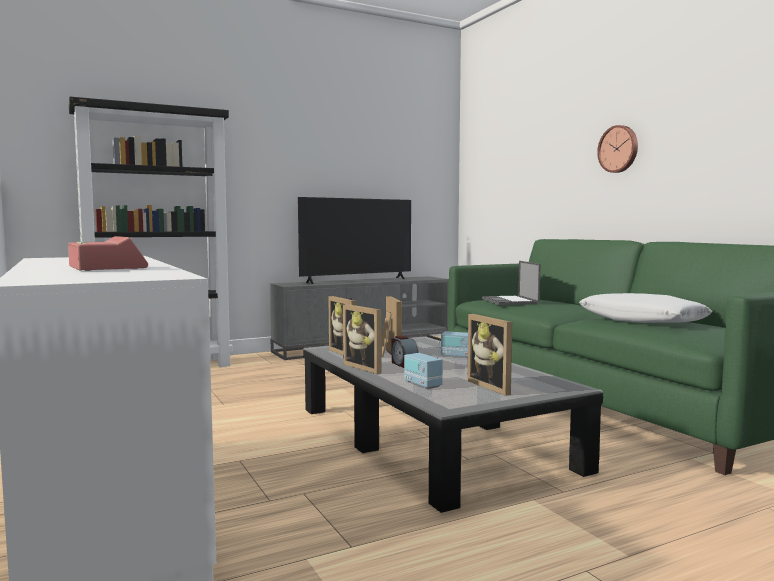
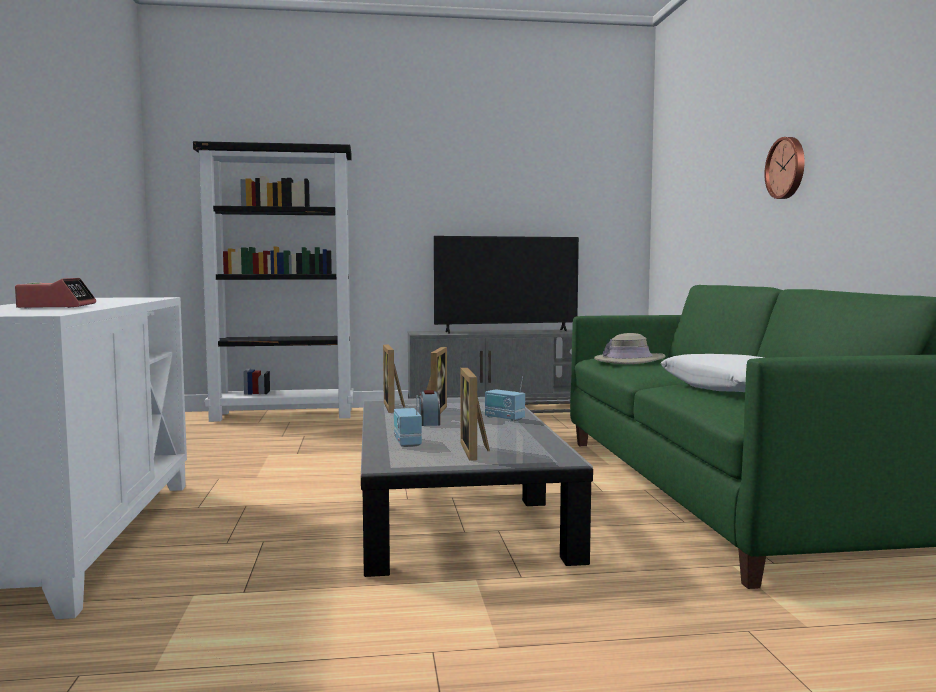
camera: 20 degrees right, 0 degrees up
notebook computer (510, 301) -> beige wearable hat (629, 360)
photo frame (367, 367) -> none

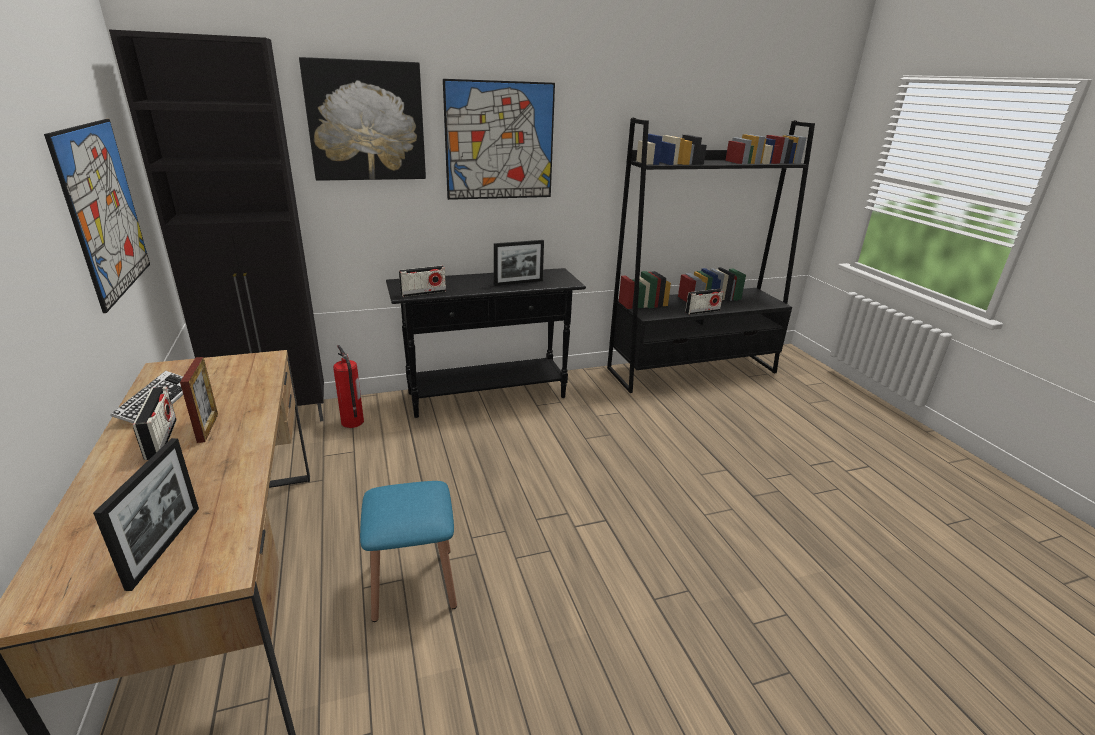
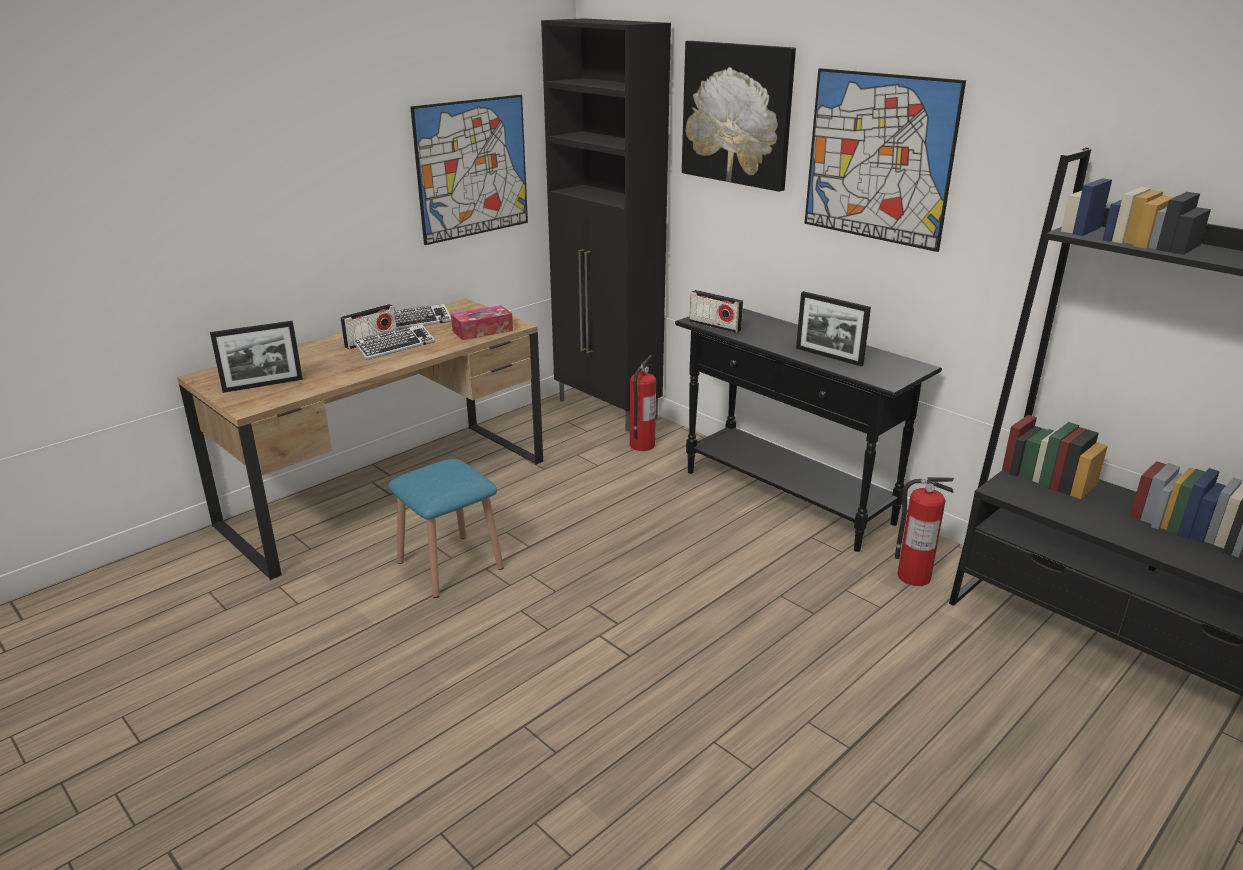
camera: 65 degrees right, 0 degrees up
photo frame (208, 428) -> keyboard (395, 347)
none -> tissue holder (482, 331)
none -> extinguisher (913, 576)
radio set (702, 311) -> none

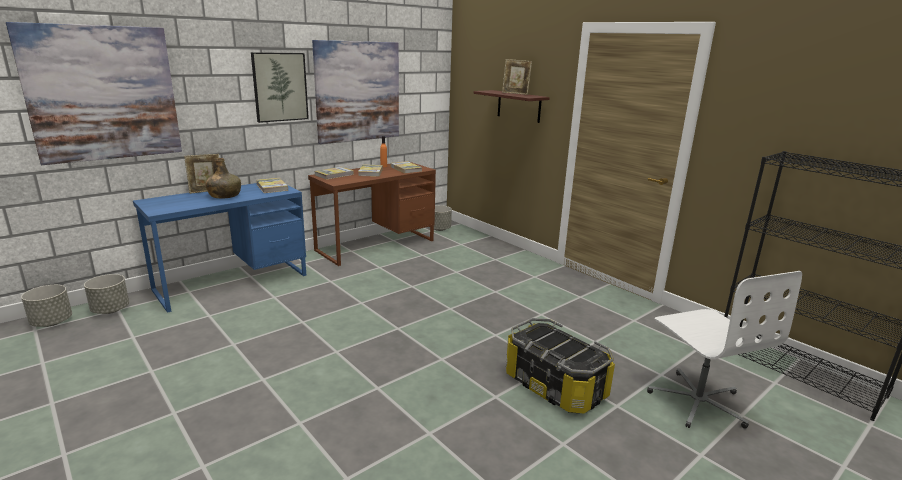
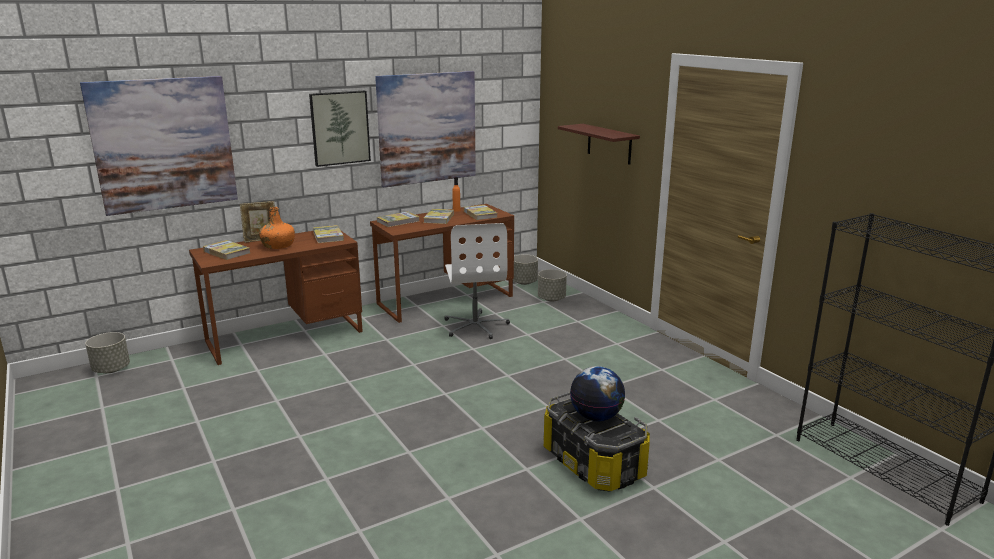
camera: 10 degrees right, 0 degrees up
blue-coloured desk table (232, 282) -> brown desk table (285, 336)
none -> volume (227, 252)
green drink bottle (225, 196) -> orange drink bottle (278, 246)
white-coloured office chair (698, 401) -> white-coloured office chair (475, 326), moved
gray flower pot (111, 310) -> gray flower pot (551, 299), moved
none -> desk globe (596, 417)
photo frame (515, 93) -> none

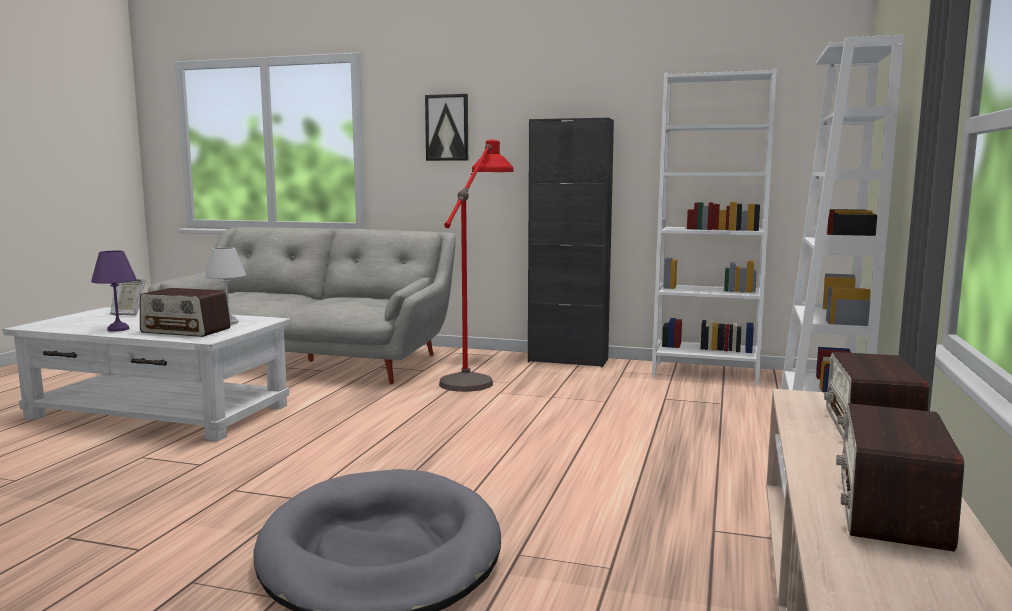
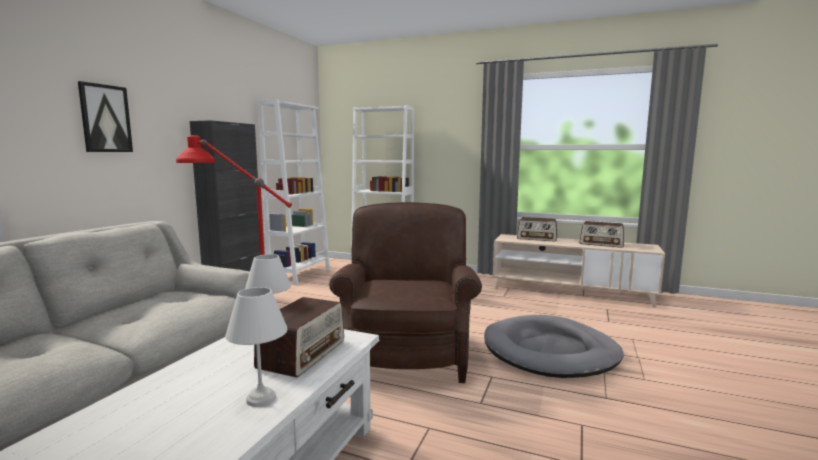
camera: 85 degrees left, 0 degrees up
purple-coloured lamp for a table (117, 329) -> white-coloured lamp for a table (260, 399)
none -> brown armchair (407, 352)
photo frame (128, 314) -> none

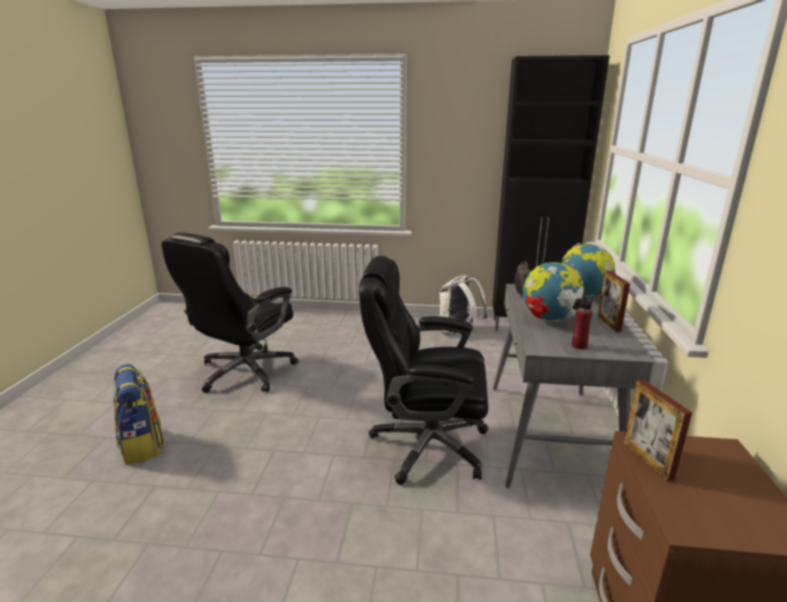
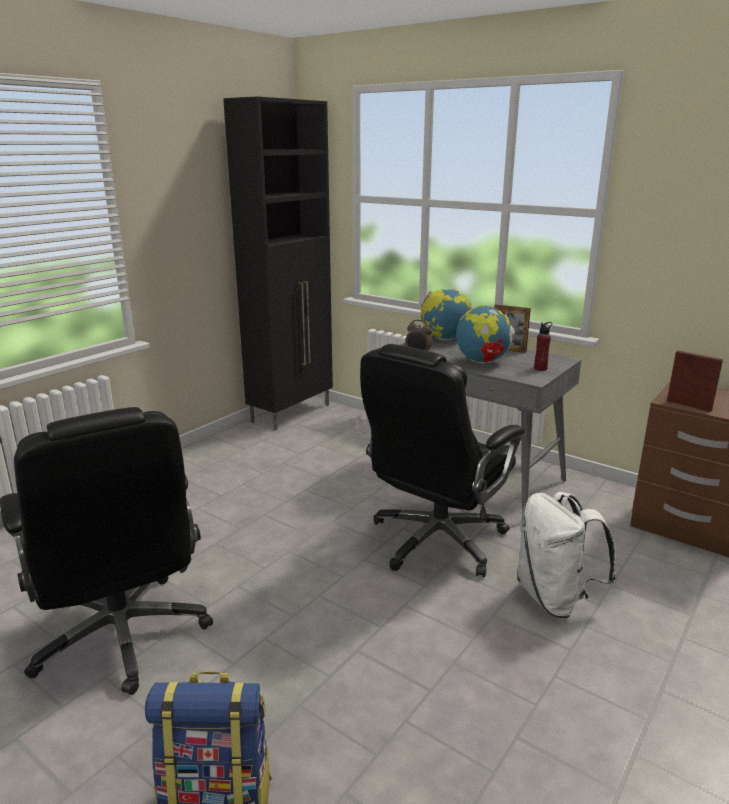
camera: 60 degrees left, 0 degrees up
white-coloured knapsack (458, 332) -> white-coloured knapsack (555, 598), moved
photo frame (647, 460) -> photo frame (688, 405), 150 degrees counterclockwise

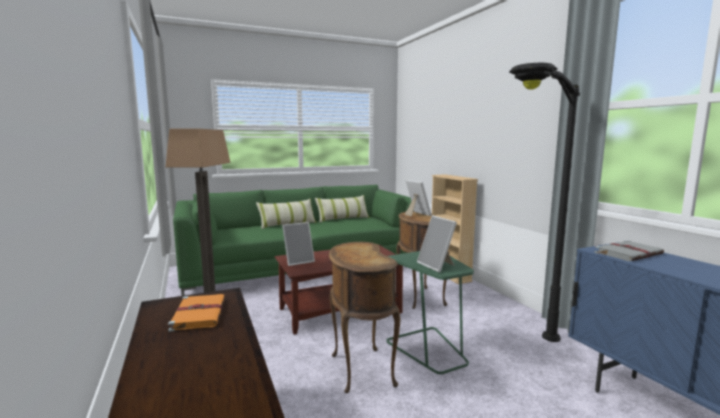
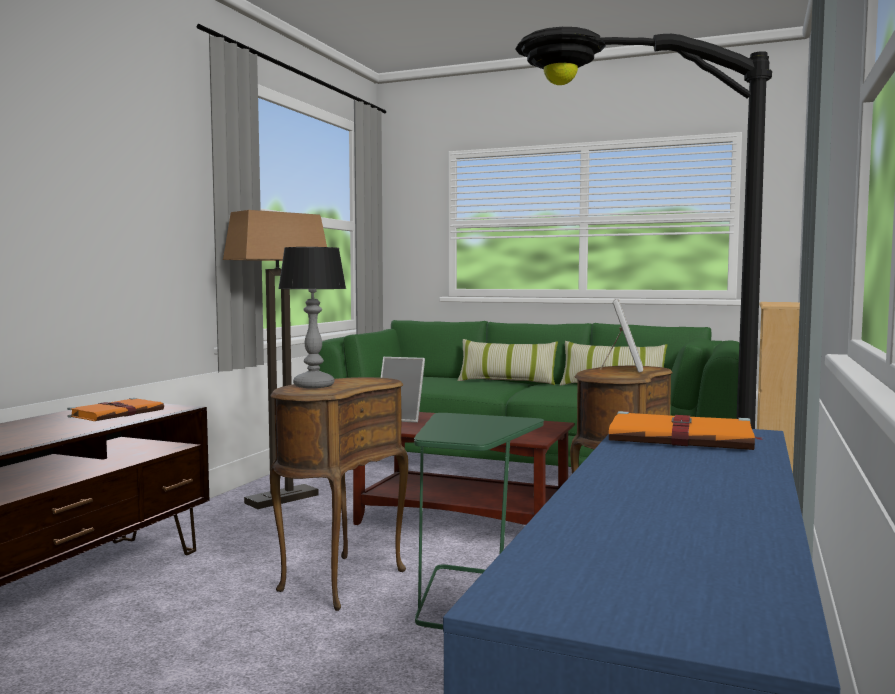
camera: 45 degrees right, 5 degrees down
none -> lamp for a table (313, 385)
gray volume (628, 253) -> orange volume (683, 438)
photo frame (437, 266) -> none

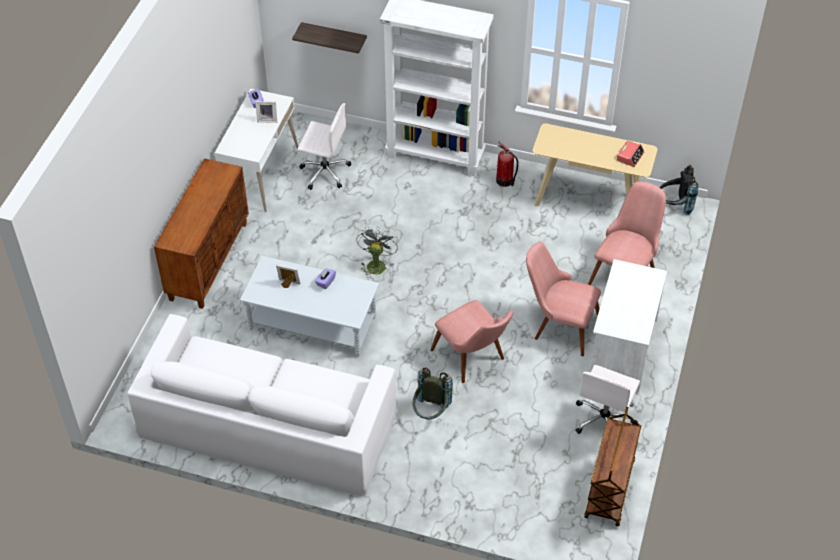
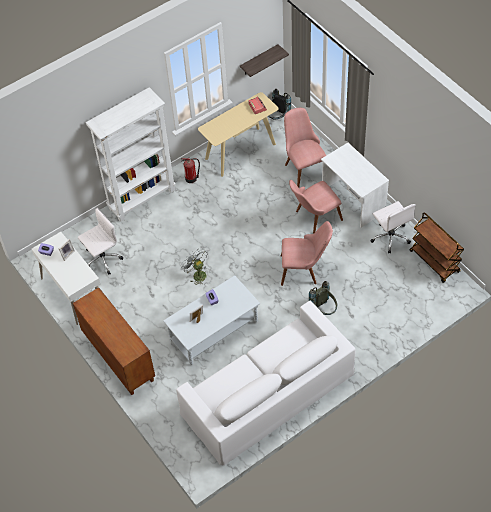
camera: 50 degrees left, 5 degrees up
bracket shelf (334, 37) -> bracket shelf (259, 60), moved

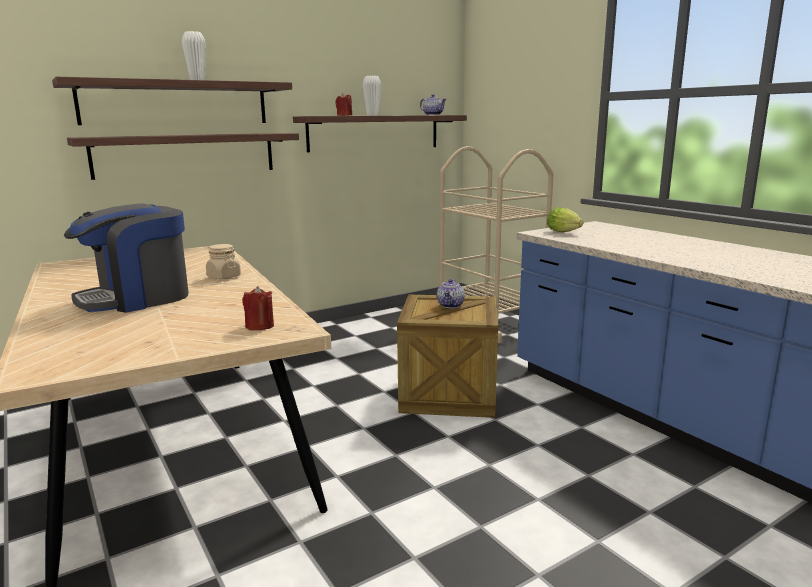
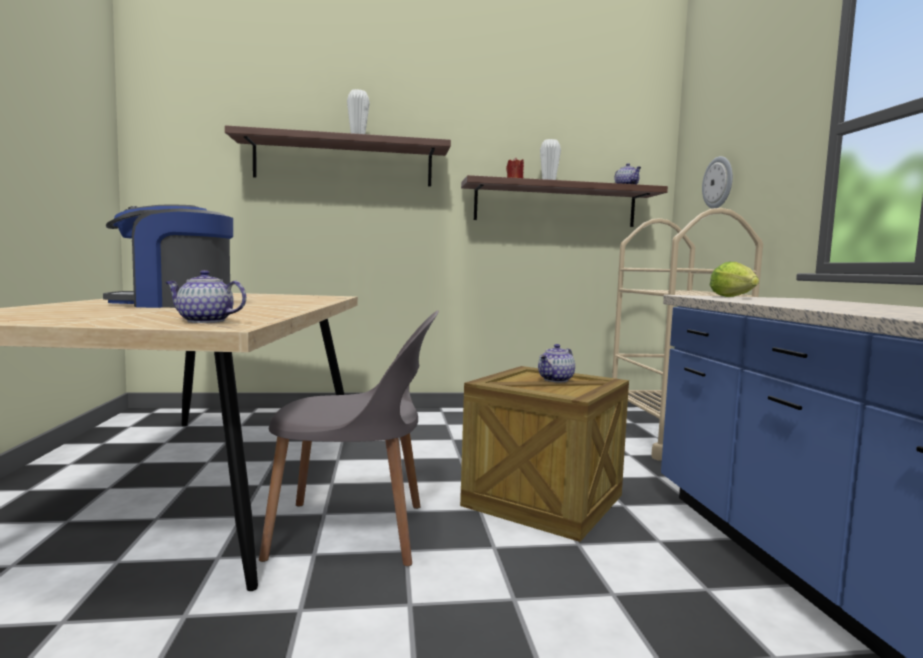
camera: 25 degrees right, 10 degrees down
red-coloured wax light (259, 326) -> pot for tea (204, 321)
none -> gray plain chair (354, 532)
none -> wall clock (718, 182)
bracket shelf (186, 154) -> none
beige preserve jar (223, 277) -> none

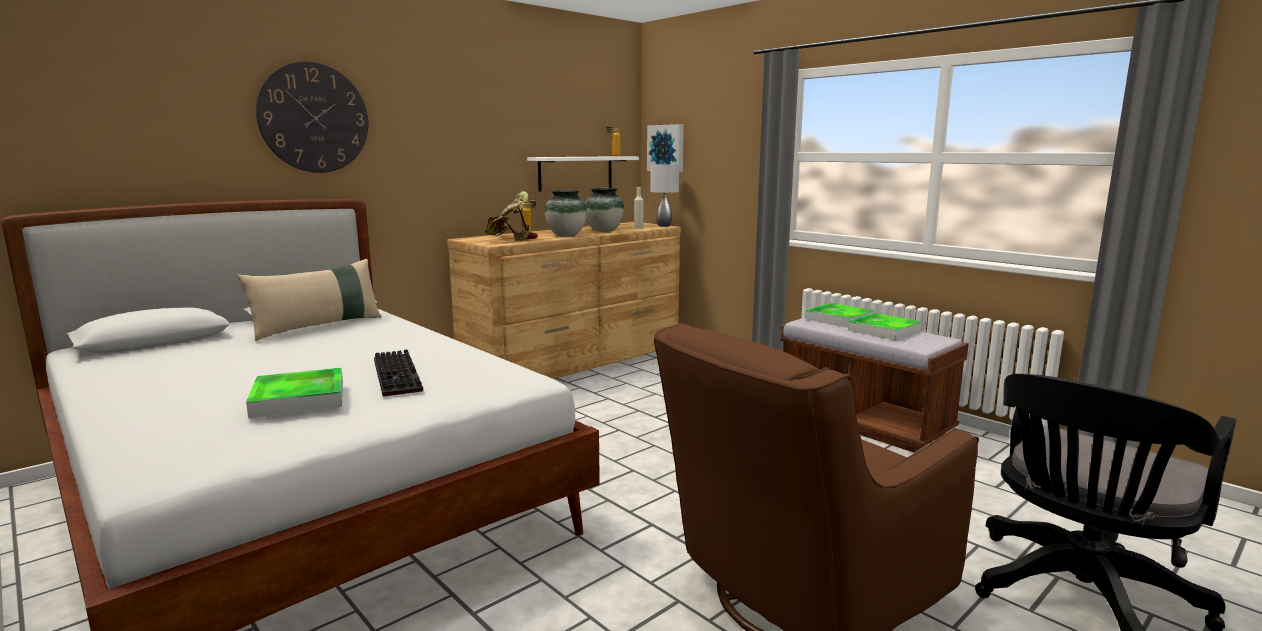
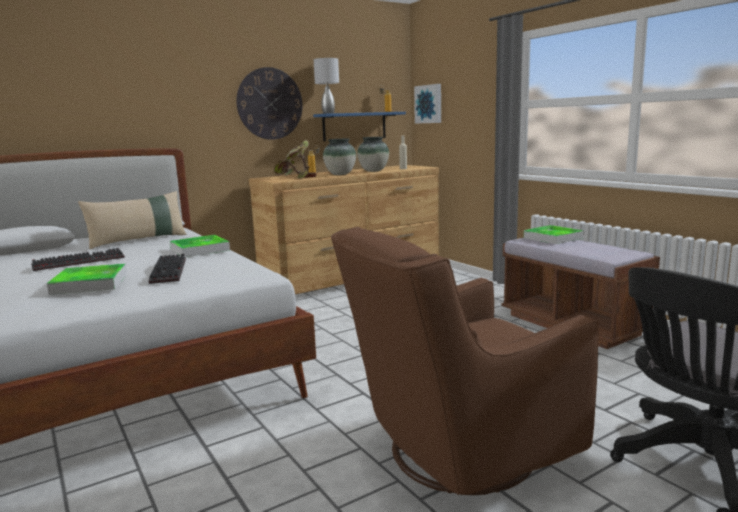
camera: 10 degrees right, 0 degrees up
none -> keyboard (80, 261)
serving tray (884, 330) -> serving tray (200, 250), moved
wall clock (314, 118) -> wall clock (270, 104), moved
white-coloured bracket shelf (576, 173) -> blue-coloured bracket shelf (354, 126)
gray lamp for a table (664, 225) -> gray lamp for a table (328, 113), moved

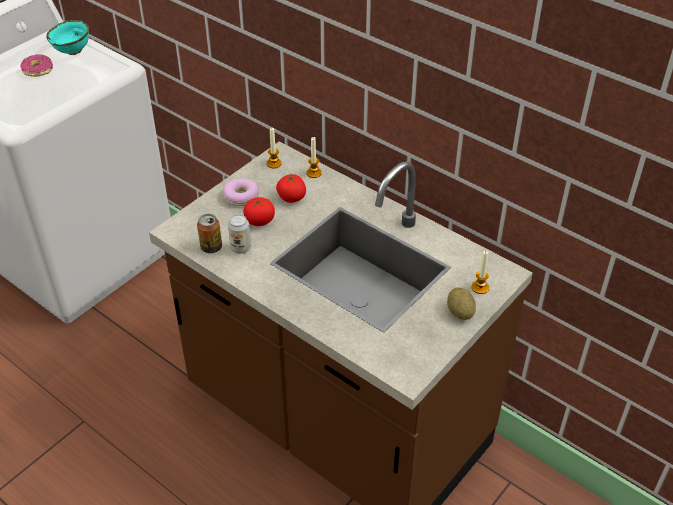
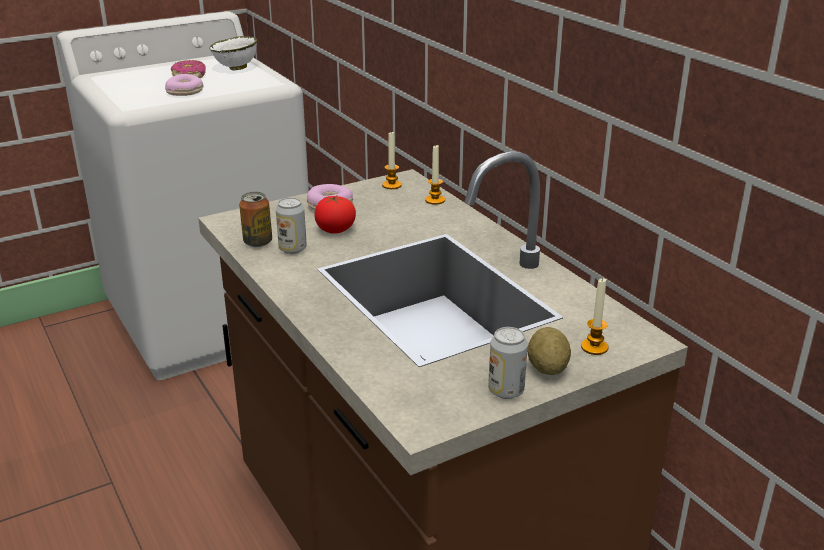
camera: 20 degrees right, 15 degrees down
none -> doughnut (185, 92)
turquoise serving bowl (73, 52) -> white-coloured serving bowl (236, 69)
none -> can (506, 391)
fresh tomato (291, 198) -> none

